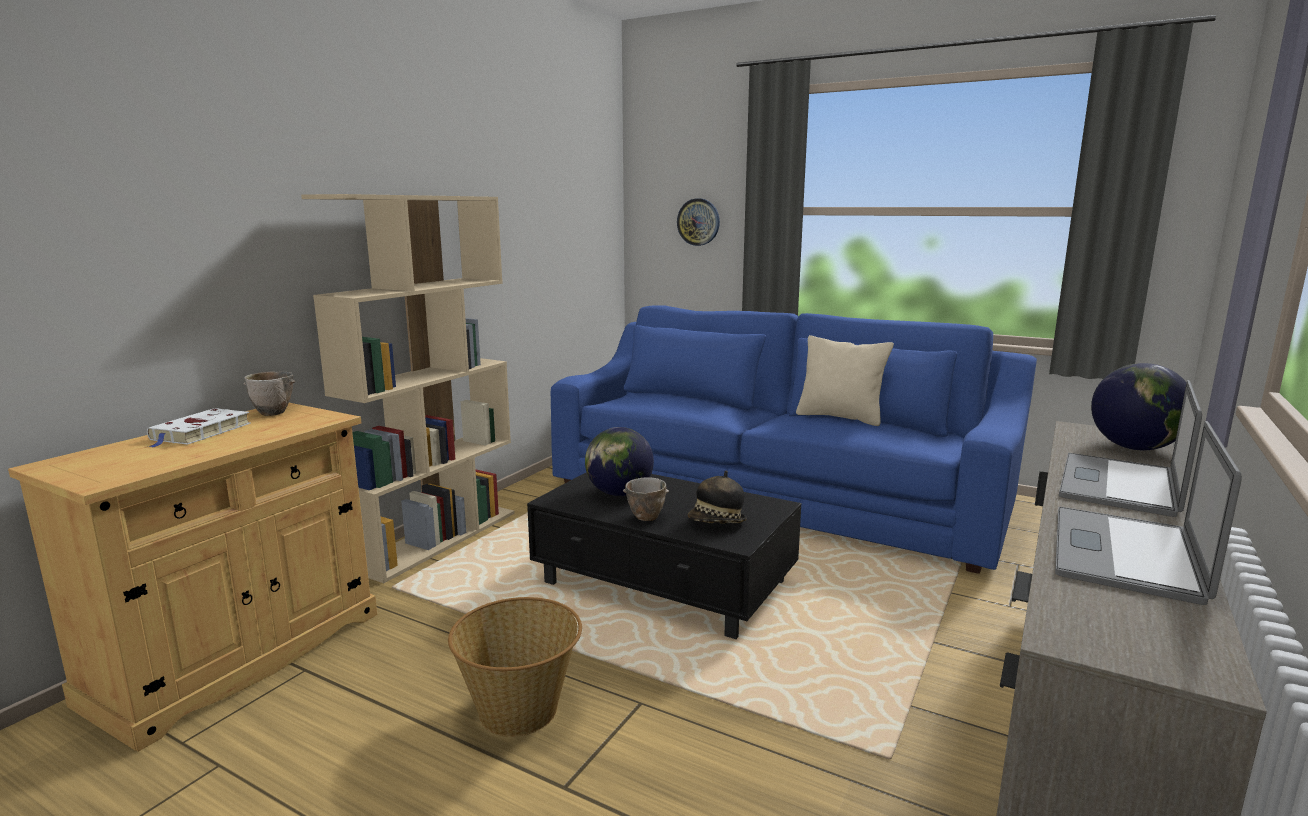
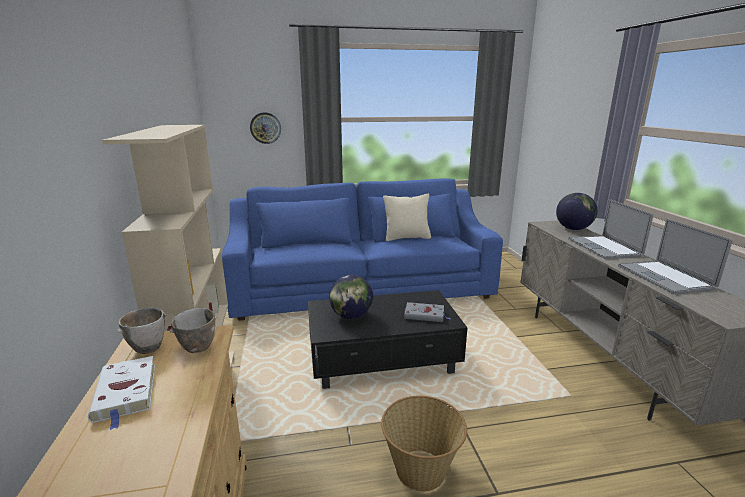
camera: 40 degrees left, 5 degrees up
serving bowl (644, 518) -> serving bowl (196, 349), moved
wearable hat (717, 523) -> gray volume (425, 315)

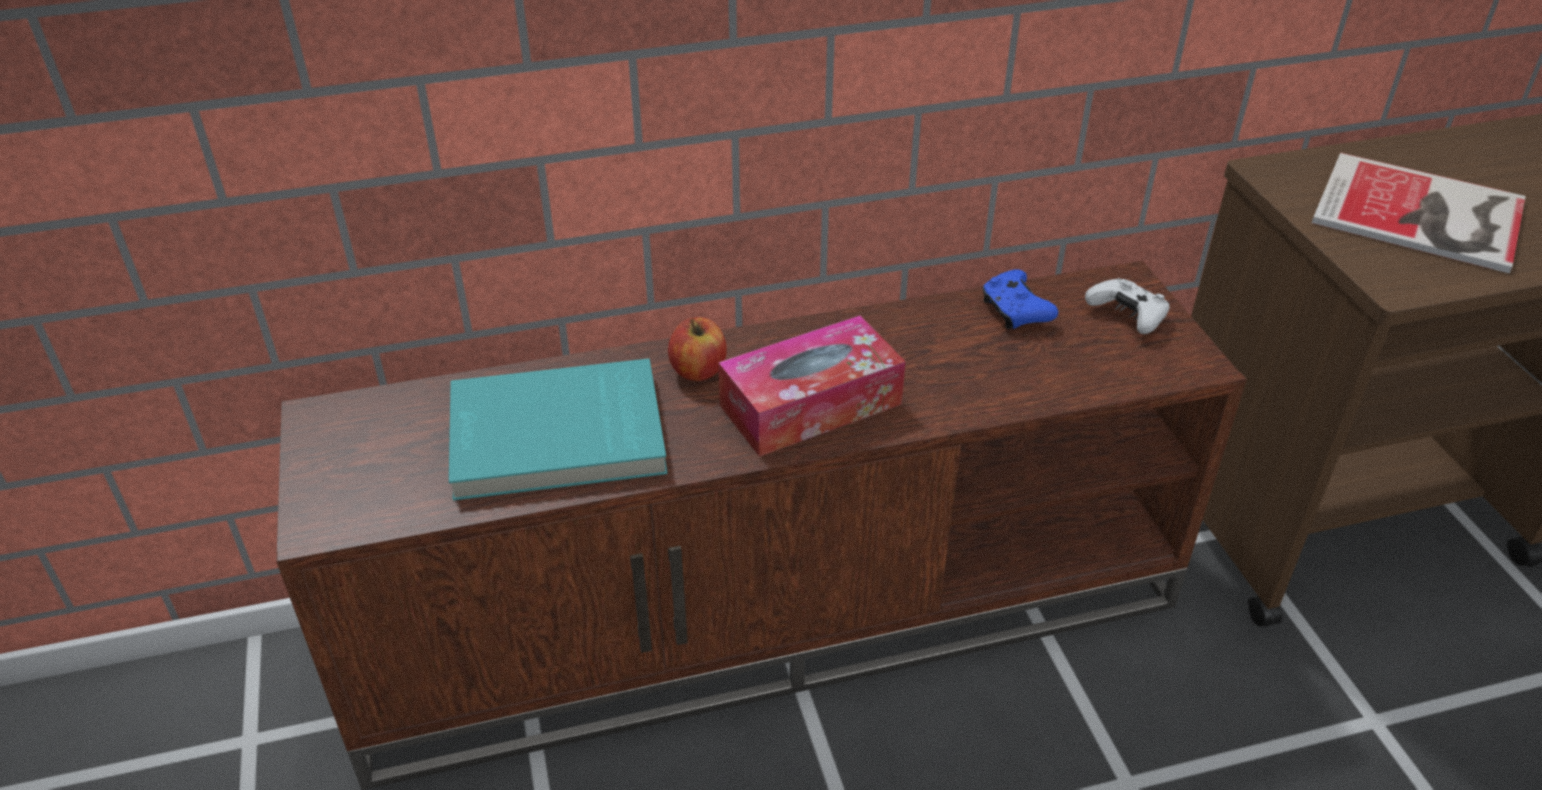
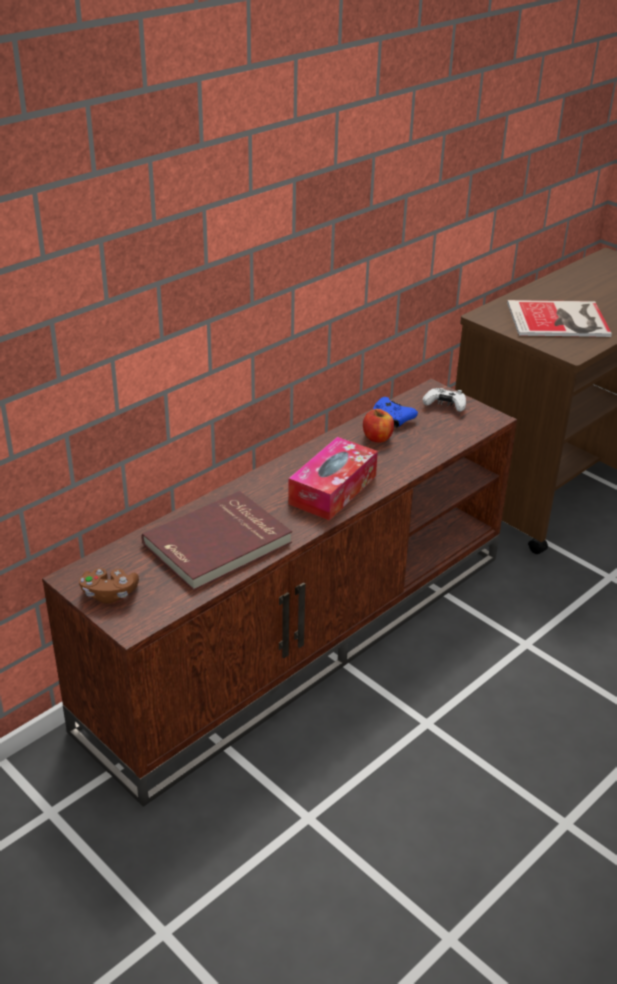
camera: 30 degrees left, 5 degrees down
none -> brown game controller (109, 594)
turquoise volume (557, 437) -> red-coloured volume (219, 544)
apple (698, 370) -> apple (377, 438), moved

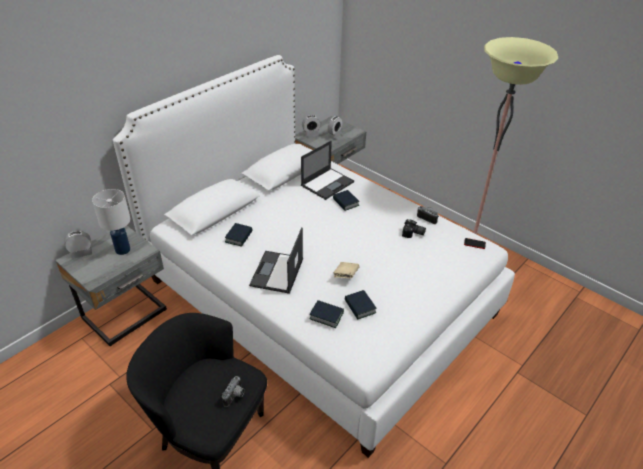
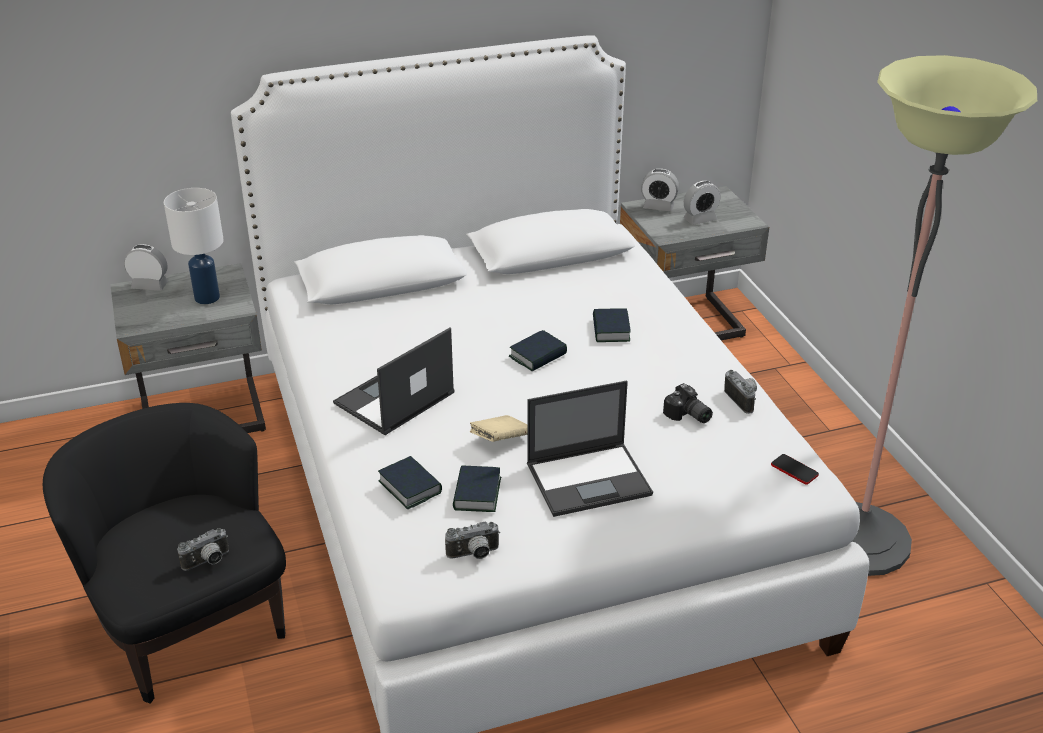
camera: 30 degrees right, 5 degrees down
none -> photo camera (474, 555)
volume (239, 237) -> volume (538, 356), moved
notebook computer (327, 183) -> notebook computer (590, 479), moved

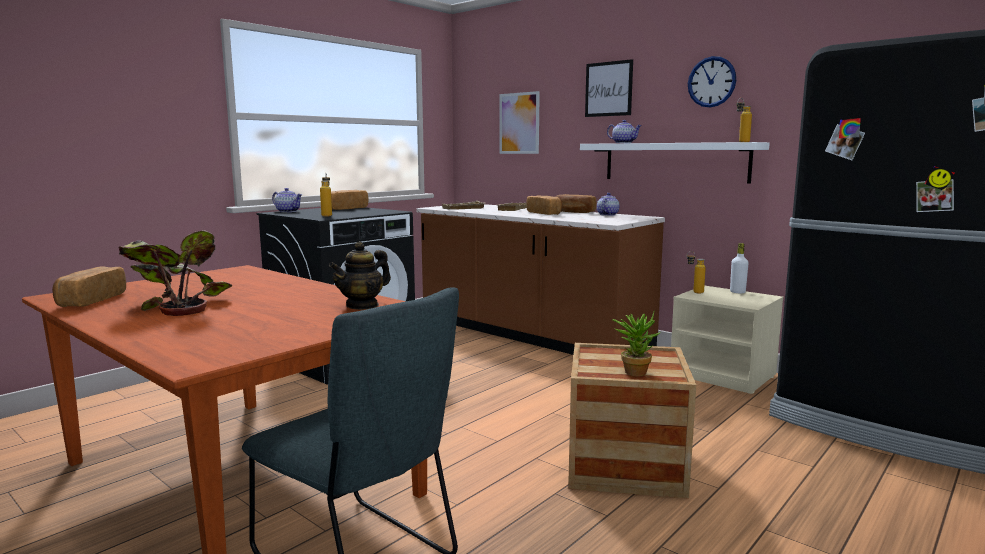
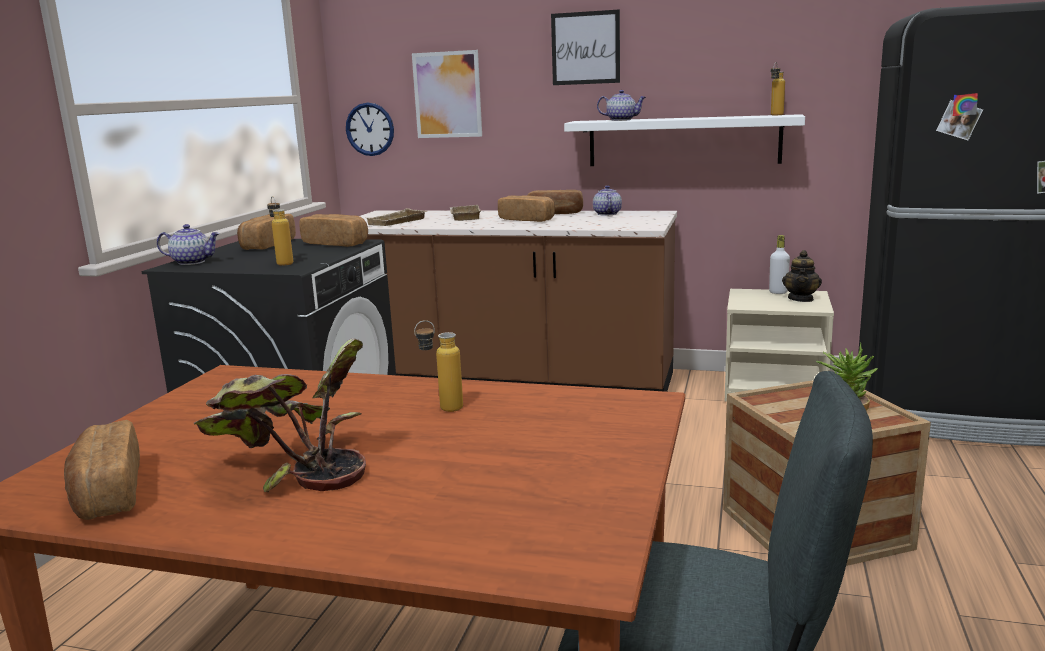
camera: 25 degrees left, 5 degrees up
none -> bread (336, 243)
wall clock (711, 82) -> wall clock (370, 129), moved
drink bottle (694, 292) -> drink bottle (442, 409), moved
pot for tea (362, 305) -> pot for tea (801, 299), moved

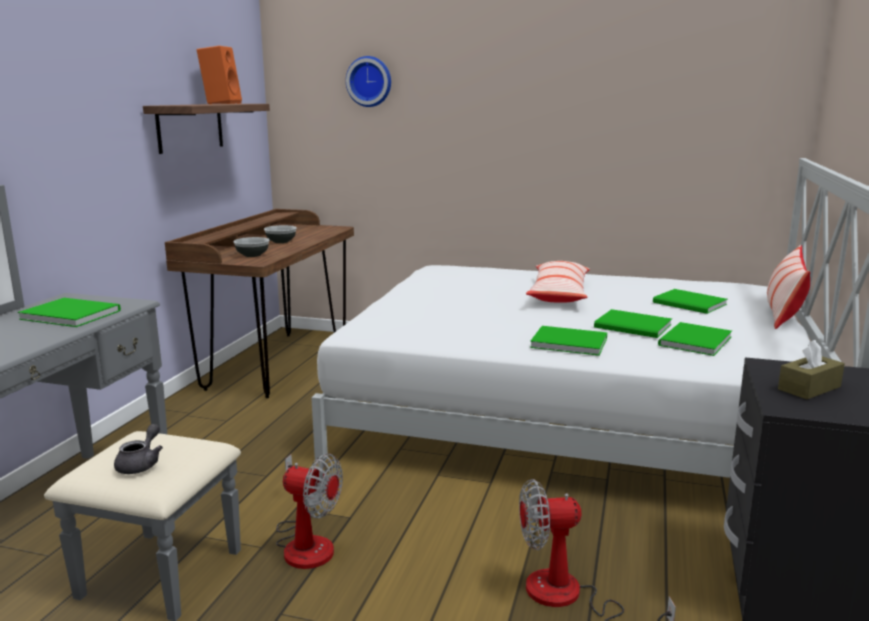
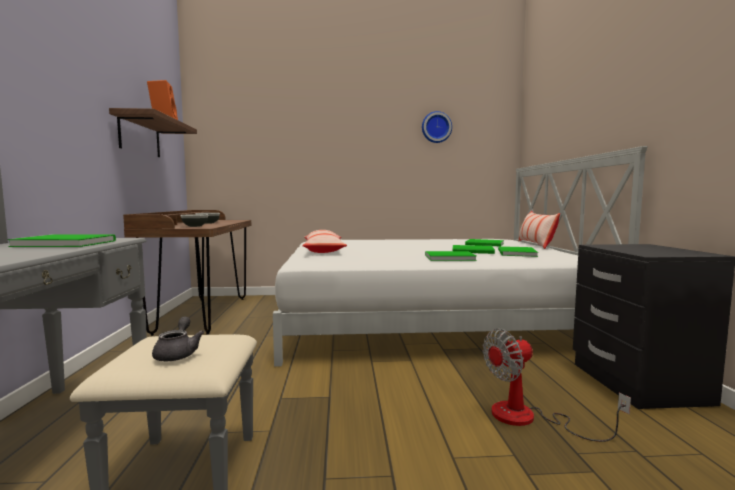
camera: 20 degrees left, 10 degrees down
throw pillow (559, 294) -> throw pillow (323, 250), moved
wall clock (369, 81) -> wall clock (436, 127), moved
electric fan (306, 542) -> none
brown tissue holder (809, 388) -> none

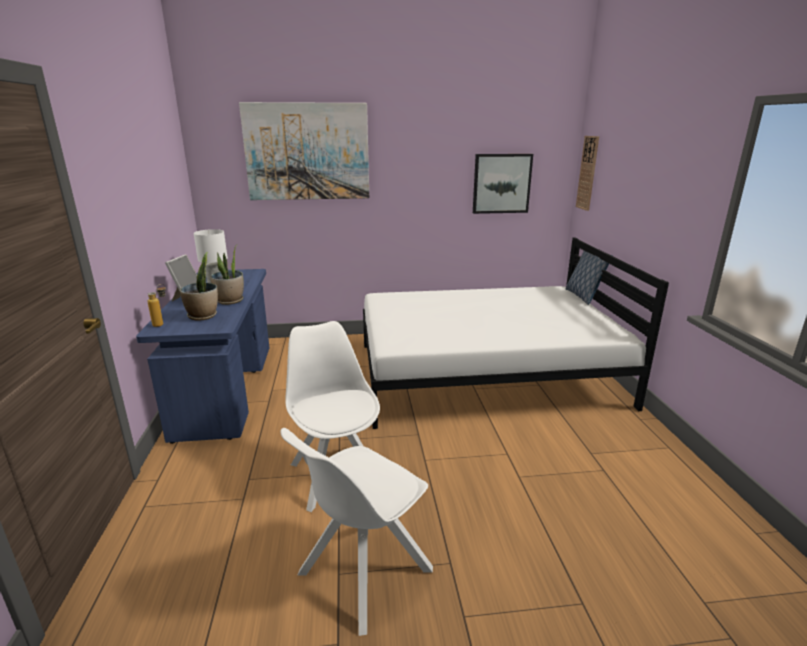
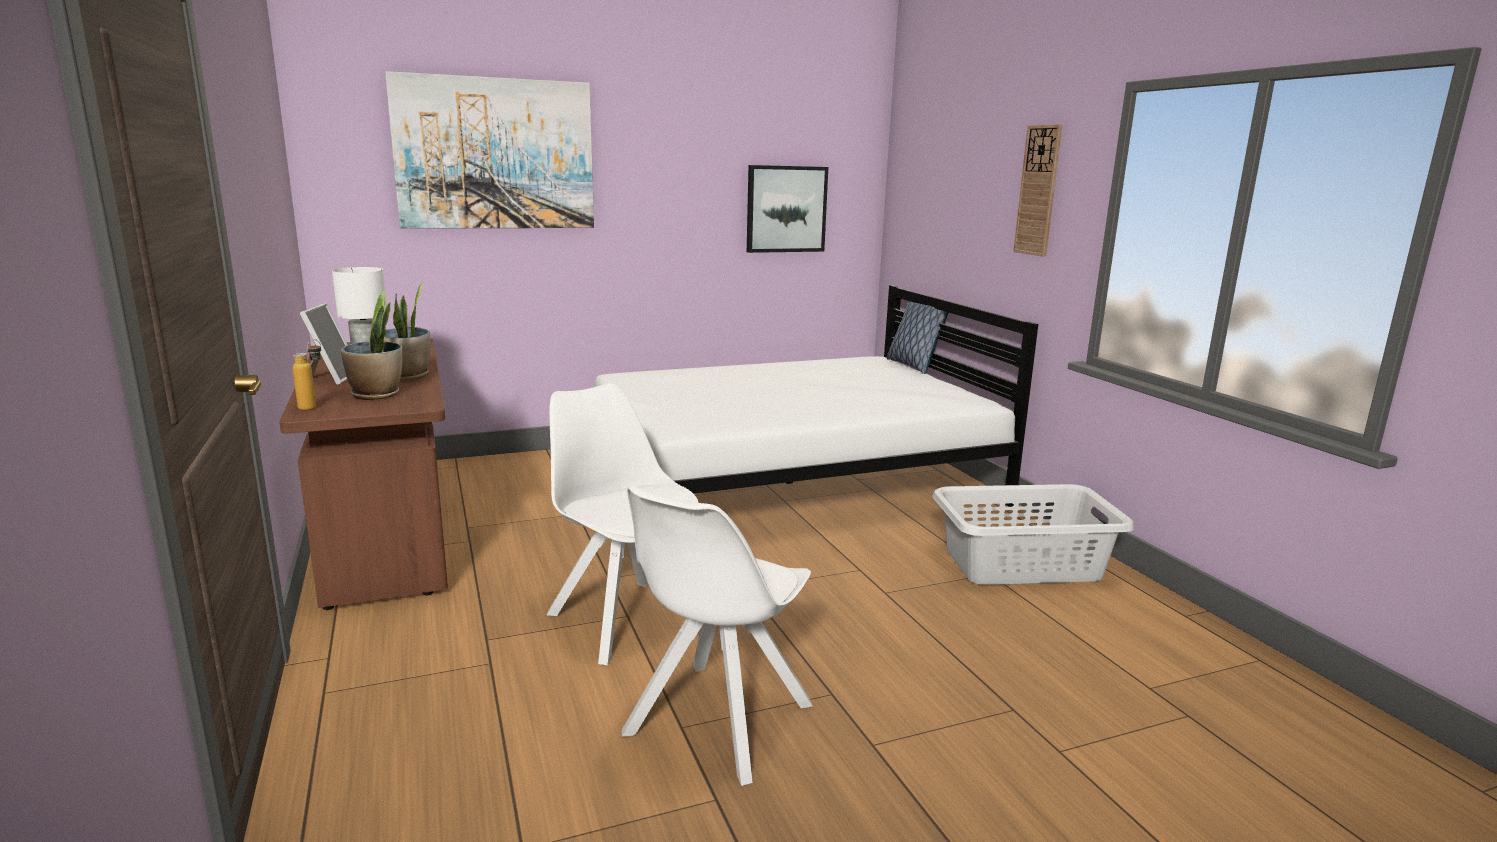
camera: 15 degrees left, 5 degrees down
blue-coloured desk table (226, 389) -> brown desk table (387, 533)
none -> gray washing basket (1023, 564)
wall clock (587, 173) -> wall clock (1038, 191), moved

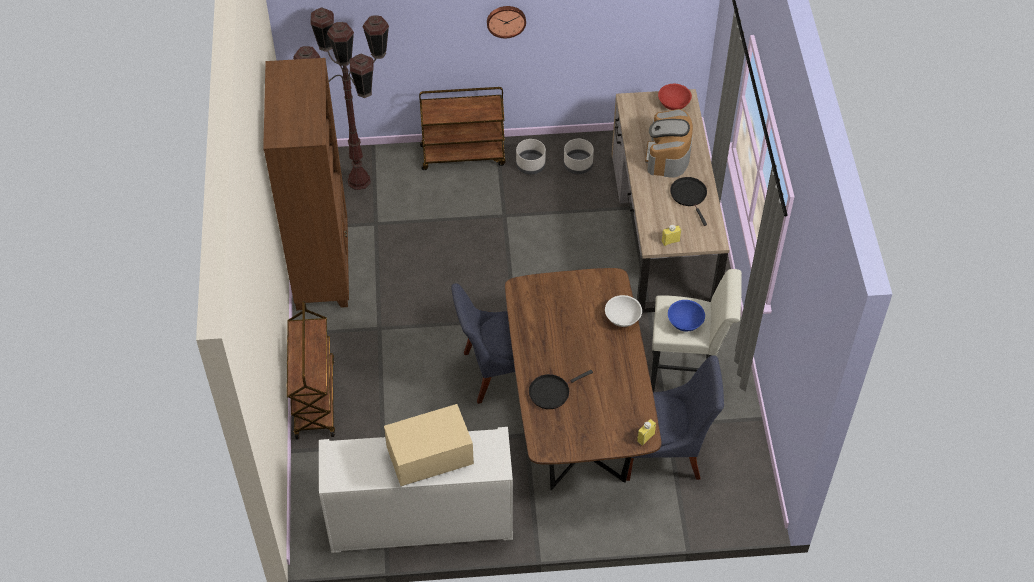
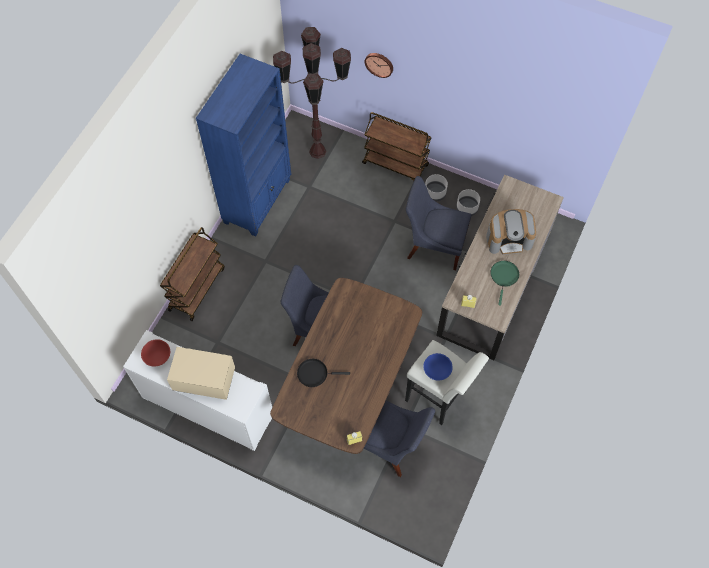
camera: 30 degrees right, 10 degrees up
red-coloured serving bowl (673, 104) -> red-coloured serving bowl (157, 356), moved
brown shelving unit (323, 266) -> blue-coloured shelving unit (258, 200)
wall clock (506, 20) -> wall clock (379, 64), moved
none -> blue-coloured plain chair (433, 244)
coffee maker (667, 156) -> coffee maker (509, 239), 135 degrees counterclockwise
black-coloured skillet (689, 196) -> green skillet (504, 277)
white-coloured serving bowl (622, 317) -> none

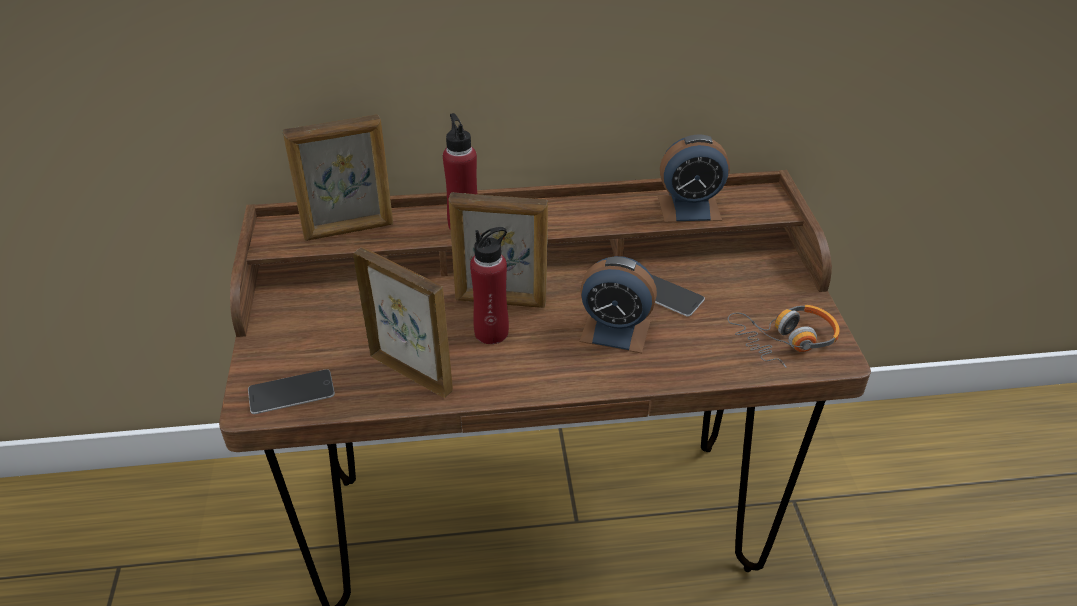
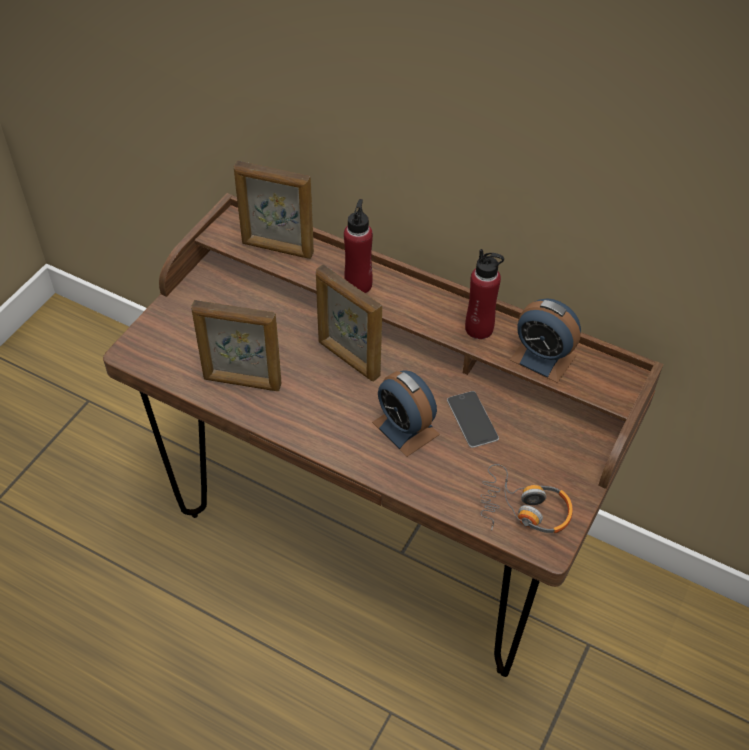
camera: 35 degrees right, 10 degrees up
photo frame (411, 372) -> photo frame (242, 382), 120 degrees clockwise
red-coloured drink bottle (491, 332) -> red-coloured drink bottle (479, 328), moved
telephone (291, 392) -> none

